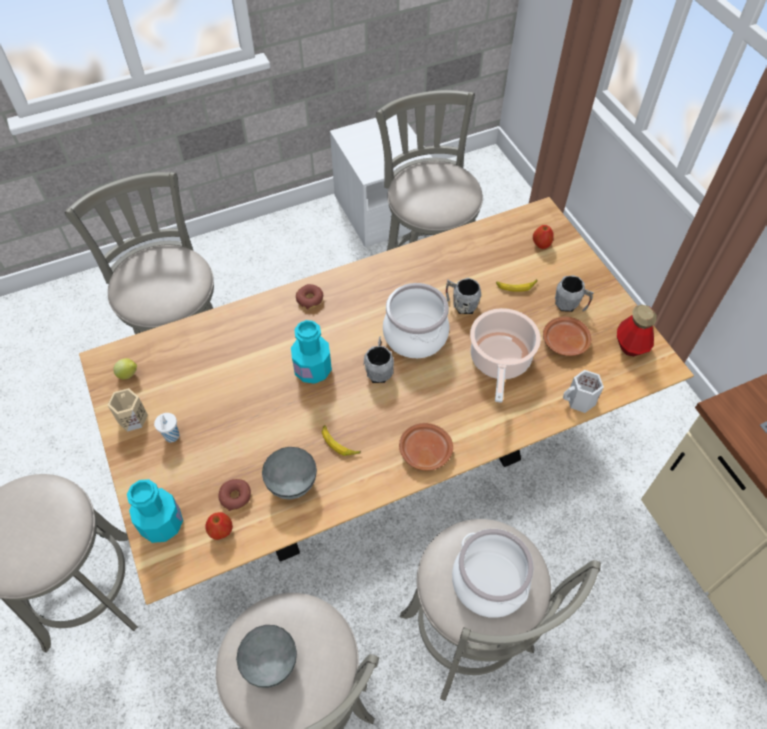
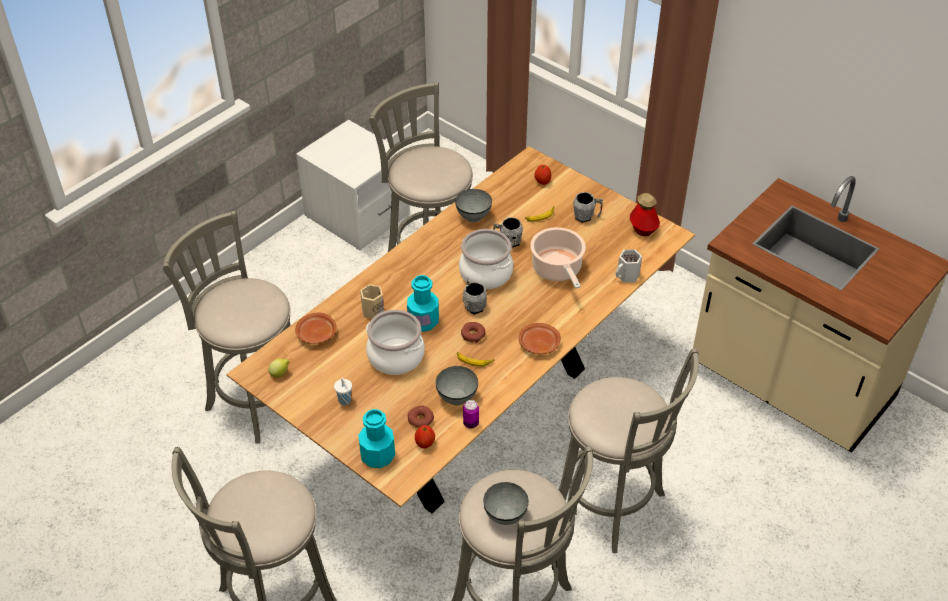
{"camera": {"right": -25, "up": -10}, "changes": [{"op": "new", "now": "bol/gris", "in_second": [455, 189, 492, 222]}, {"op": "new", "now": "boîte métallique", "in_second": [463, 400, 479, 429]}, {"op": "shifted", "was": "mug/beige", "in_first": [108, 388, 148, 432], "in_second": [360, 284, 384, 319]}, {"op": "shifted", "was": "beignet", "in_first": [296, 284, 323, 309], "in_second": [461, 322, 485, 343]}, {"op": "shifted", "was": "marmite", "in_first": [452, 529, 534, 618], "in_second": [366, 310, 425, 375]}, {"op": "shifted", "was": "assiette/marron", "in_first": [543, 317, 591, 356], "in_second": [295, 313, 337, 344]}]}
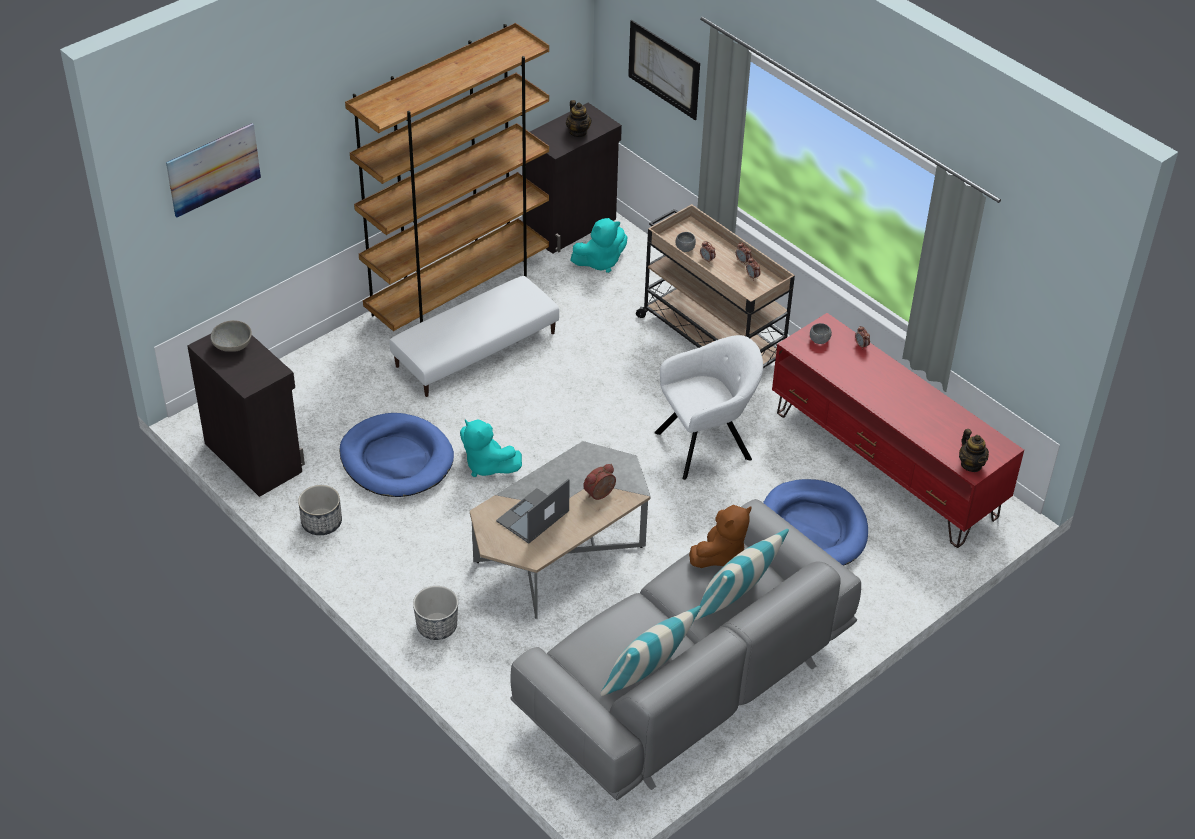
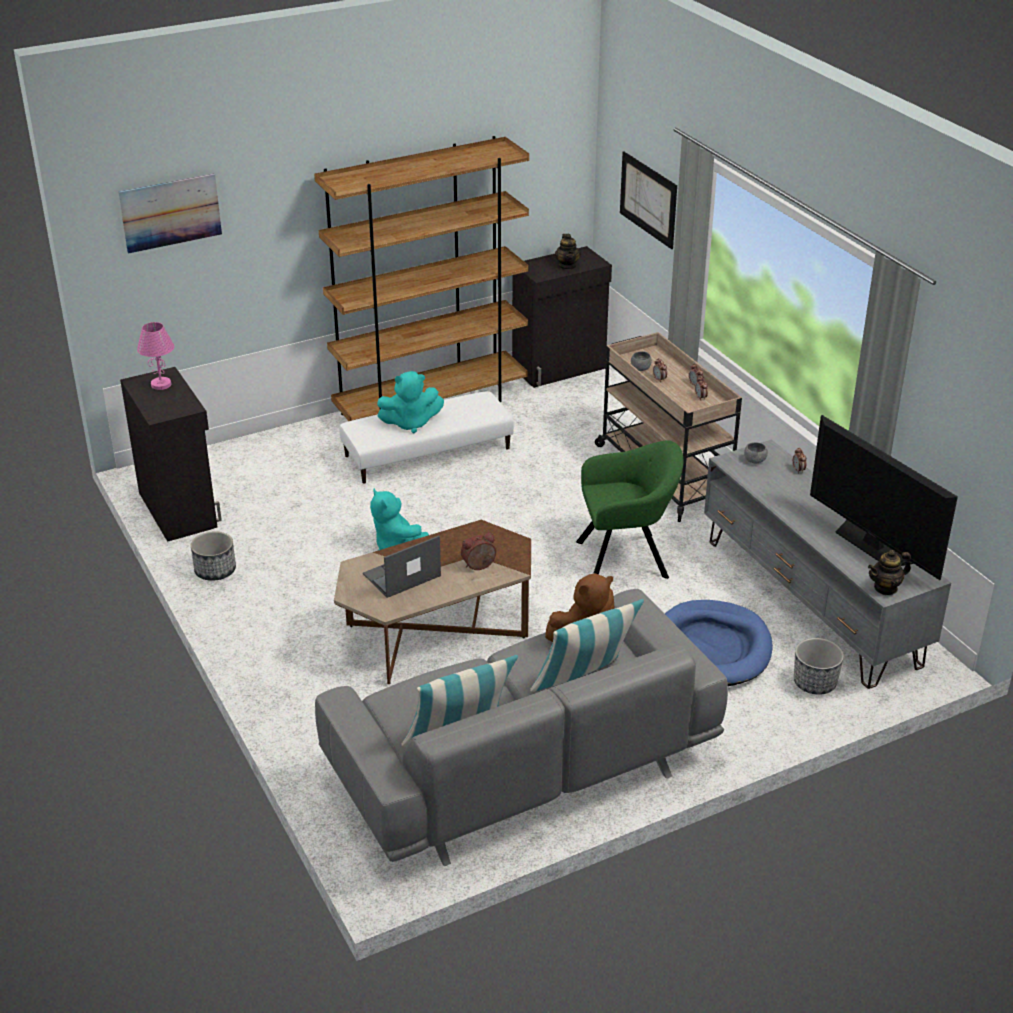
{"camera": {"right": 15, "up": -10}, "changes": [{"op": "gone", "was": "panier pour chien/bleu", "in_first": [339, 413, 454, 497]}, {"op": "new", "now": "téléviseur", "in_second": [810, 415, 958, 580]}, {"op": "shifted", "was": "cache-pot", "in_first": [413, 586, 458, 640], "in_second": [794, 638, 844, 695]}, {"op": "shifted", "was": "peluche/turquoise", "in_first": [571, 218, 627, 273], "in_second": [377, 371, 444, 433]}, {"op": "swapped", "was": "bol/gris", "now": "lampe de table/rose", "in_first": [210, 320, 252, 351], "in_second": [137, 322, 174, 390]}, {"op": "repainted", "was": "table basse/gris", "now": "table basse/marron", "in_first": [470, 441, 651, 619], "in_second": [334, 520, 531, 684]}, {"op": "repainted", "was": "fauteuil/blanc", "now": "fauteuil/vert", "in_first": [654, 335, 763, 480], "in_second": [576, 441, 683, 579]}, {"op": "repainted", "was": "meuble télé/rouge", "now": "meuble télé/gris", "in_first": [772, 313, 1024, 548], "in_second": [704, 440, 951, 689]}, {"op": "rotated", "was": "théière", "in_first": [959, 429, 989, 472], "in_second": [868, 550, 911, 595], "clockwise": 75}]}
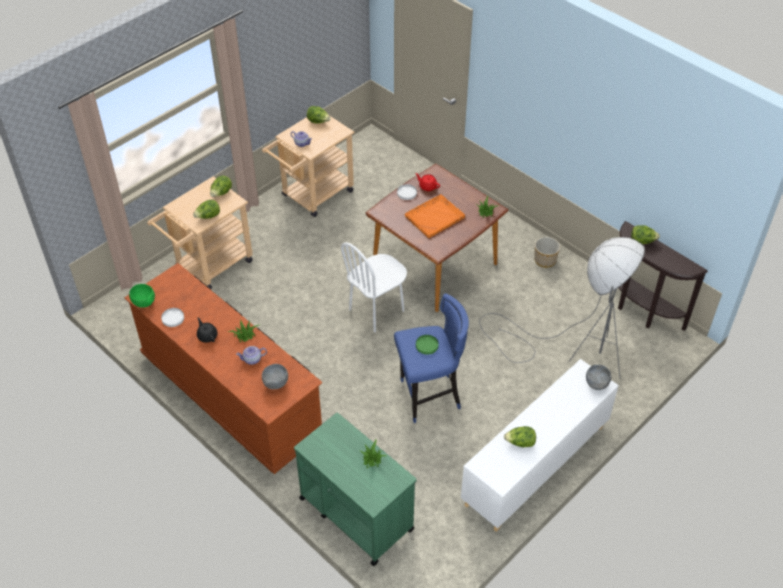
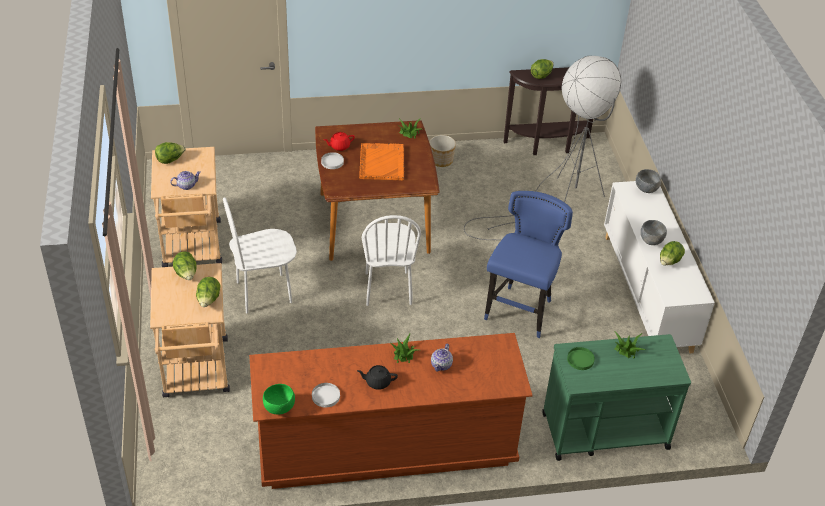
{"camera": {"right": -55, "up": -5}, "changes": [{"op": "new", "now": "chaise/blanc", "in_second": [223, 197, 297, 313]}, {"op": "shifted", "was": "bol/gris", "in_first": [262, 364, 288, 389], "in_second": [641, 220, 667, 245]}, {"op": "shifted", "was": "assiette/vert", "in_first": [416, 335, 438, 355], "in_second": [567, 347, 595, 370]}]}
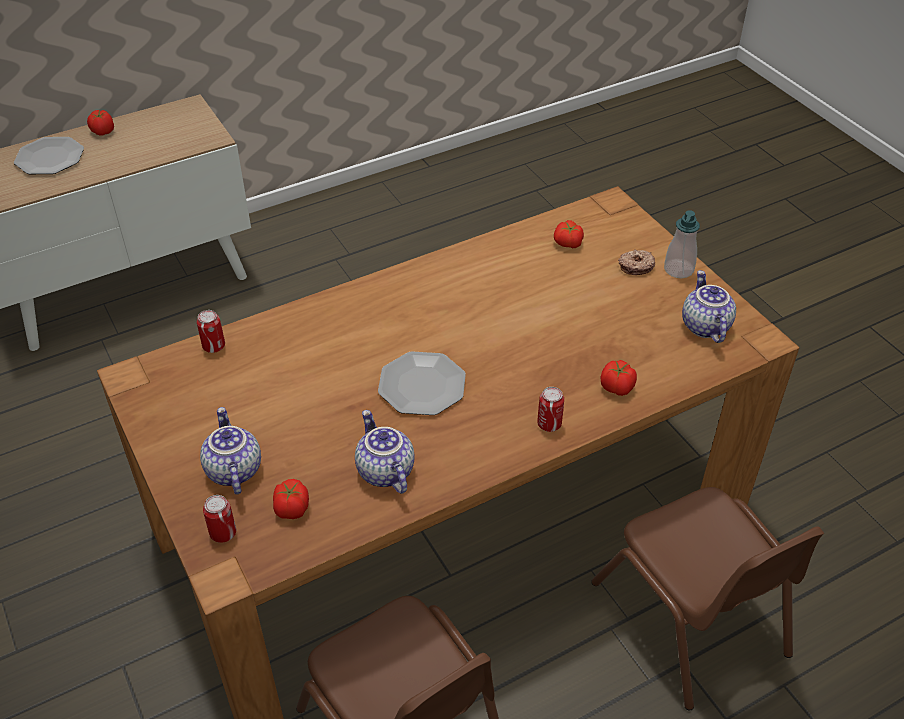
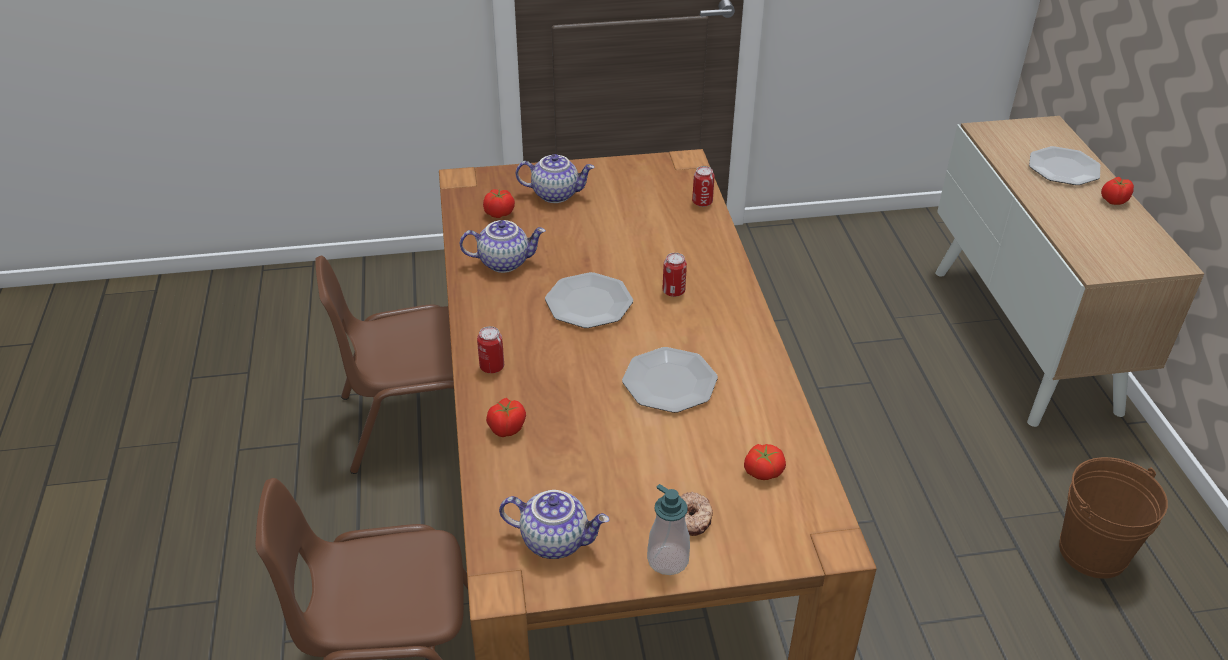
{"camera": {"right": 110, "up": -5}, "changes": [{"op": "new", "now": "assiette", "in_second": [622, 347, 718, 413]}, {"op": "new", "now": "seau/marron", "in_second": [1059, 457, 1168, 579]}, {"op": "shifted", "was": "boîte métallique", "in_first": [203, 495, 236, 543], "in_second": [662, 253, 687, 297]}]}
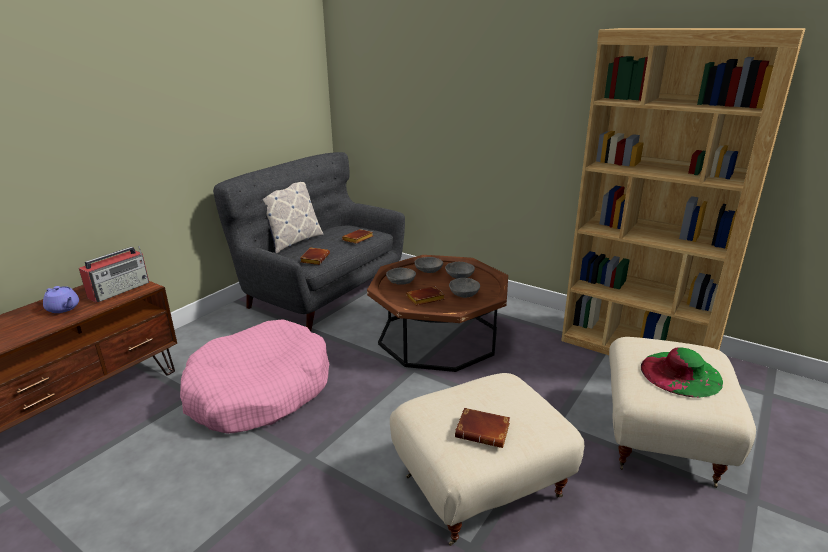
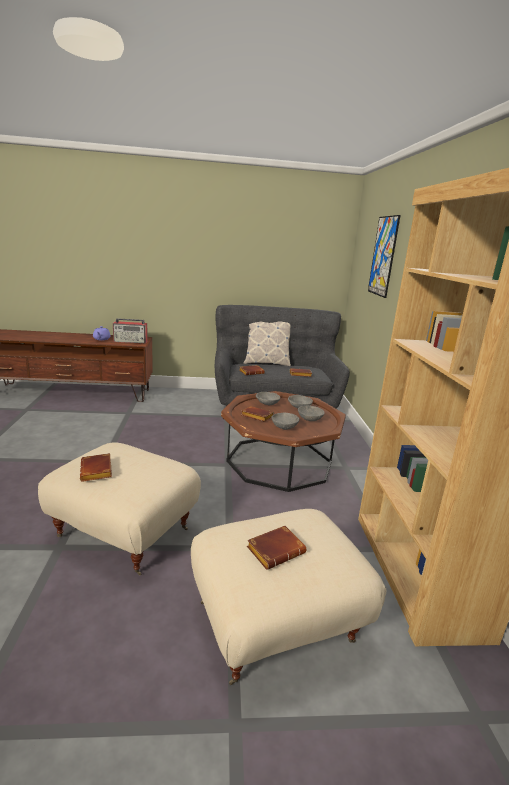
{"camera": {"right": 50, "up": -5}, "changes": [{"op": "gone", "was": "panier pour chien/rose", "in_first": [180, 319, 329, 434]}, {"op": "new", "now": "tableau", "in_second": [368, 215, 401, 298]}, {"op": "swapped", "was": "chapeau/vert", "now": "livre/marron", "in_first": [641, 347, 723, 398], "in_second": [247, 526, 306, 570]}]}
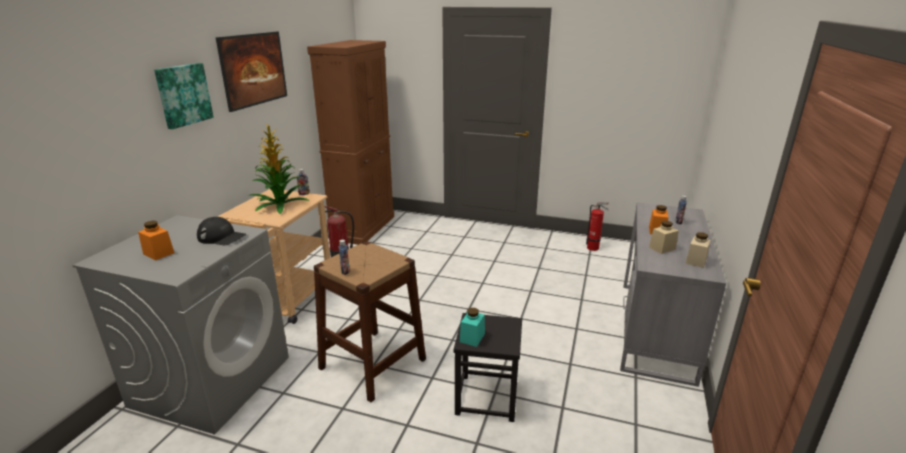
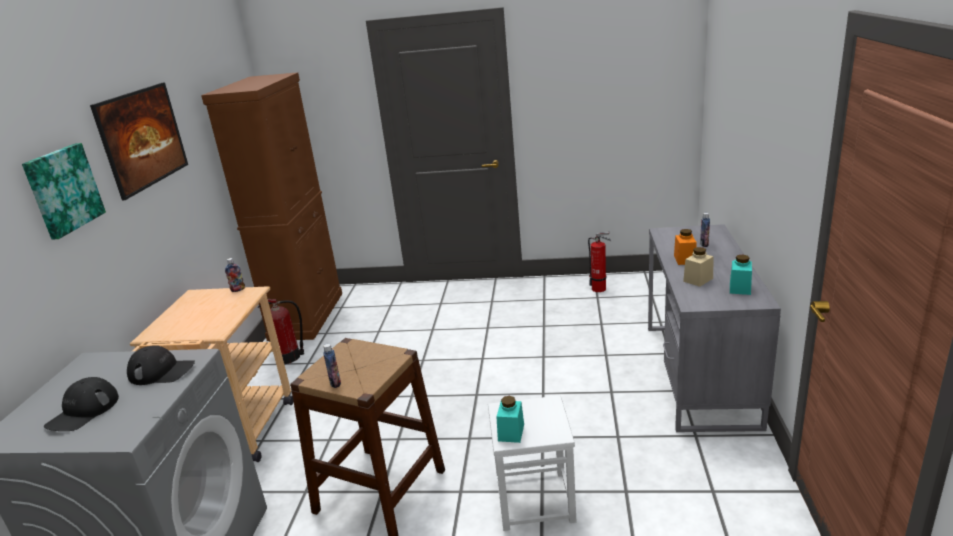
{"camera": {"right": -10, "up": 0}, "changes": [{"op": "gone", "was": "plante en pot", "in_first": [248, 124, 310, 214]}, {"op": "swapped", "was": "bocal/orange", "now": "casquette/noir", "in_first": [138, 221, 174, 260], "in_second": [44, 377, 119, 431]}, {"op": "repainted", "was": "tabouret/noir", "now": "tabouret/blanc", "in_first": [454, 313, 522, 422], "in_second": [488, 396, 577, 531]}, {"op": "repainted", "was": "bocal/beige", "now": "bocal/turquoise", "in_first": [685, 232, 710, 268], "in_second": [730, 255, 752, 295]}]}
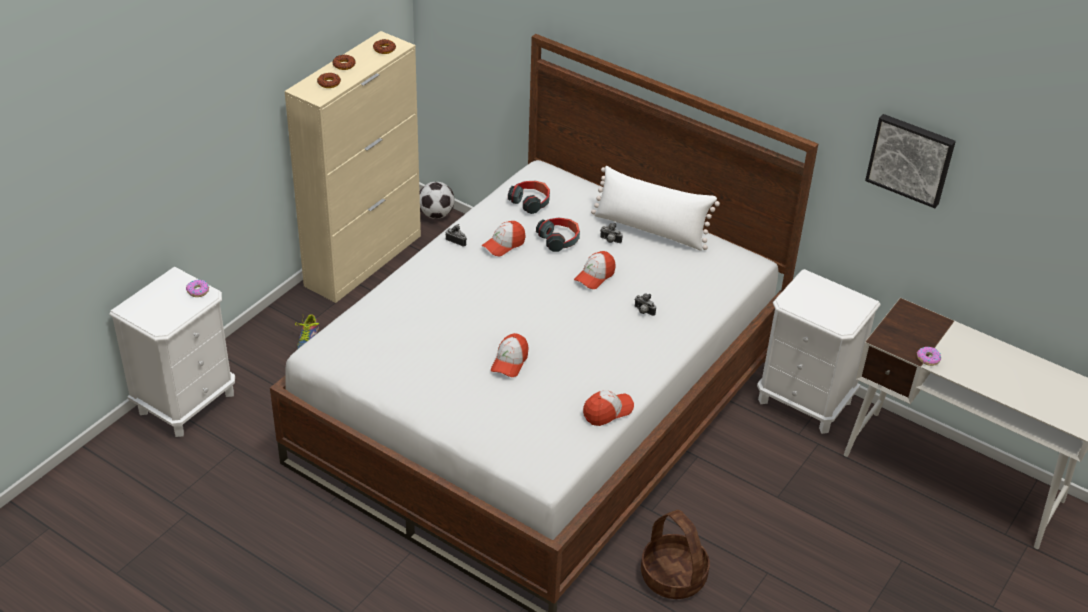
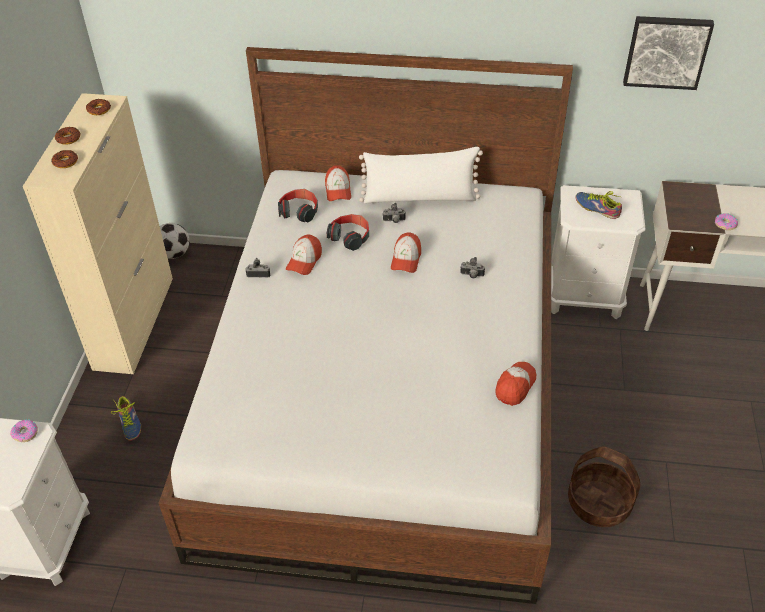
{"camera": {"right": -25, "up": 5}, "changes": [{"op": "new", "now": "chaussure", "in_second": [576, 191, 622, 219]}, {"op": "shifted", "was": "casquette", "in_first": [491, 333, 529, 377], "in_second": [325, 165, 351, 201]}]}
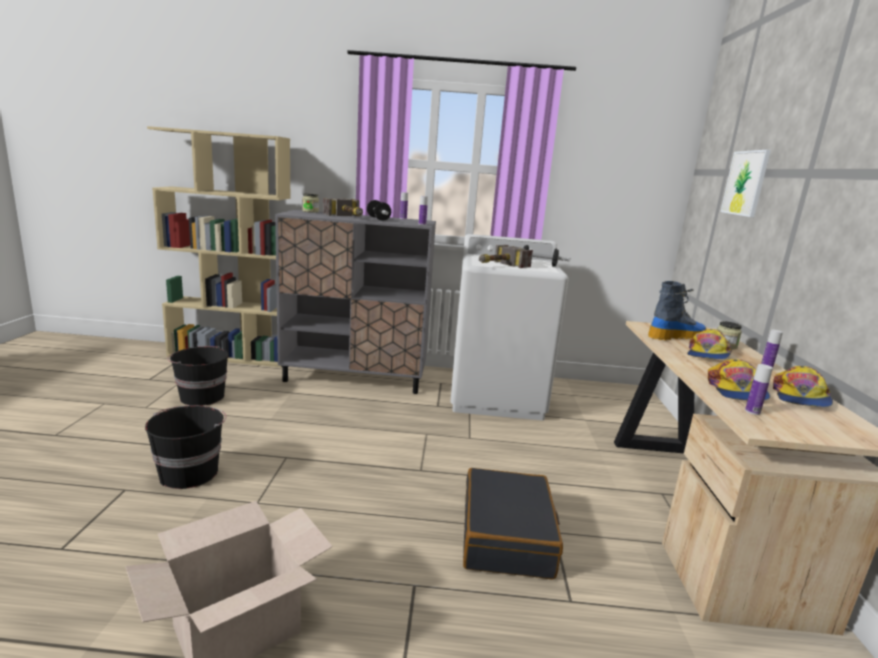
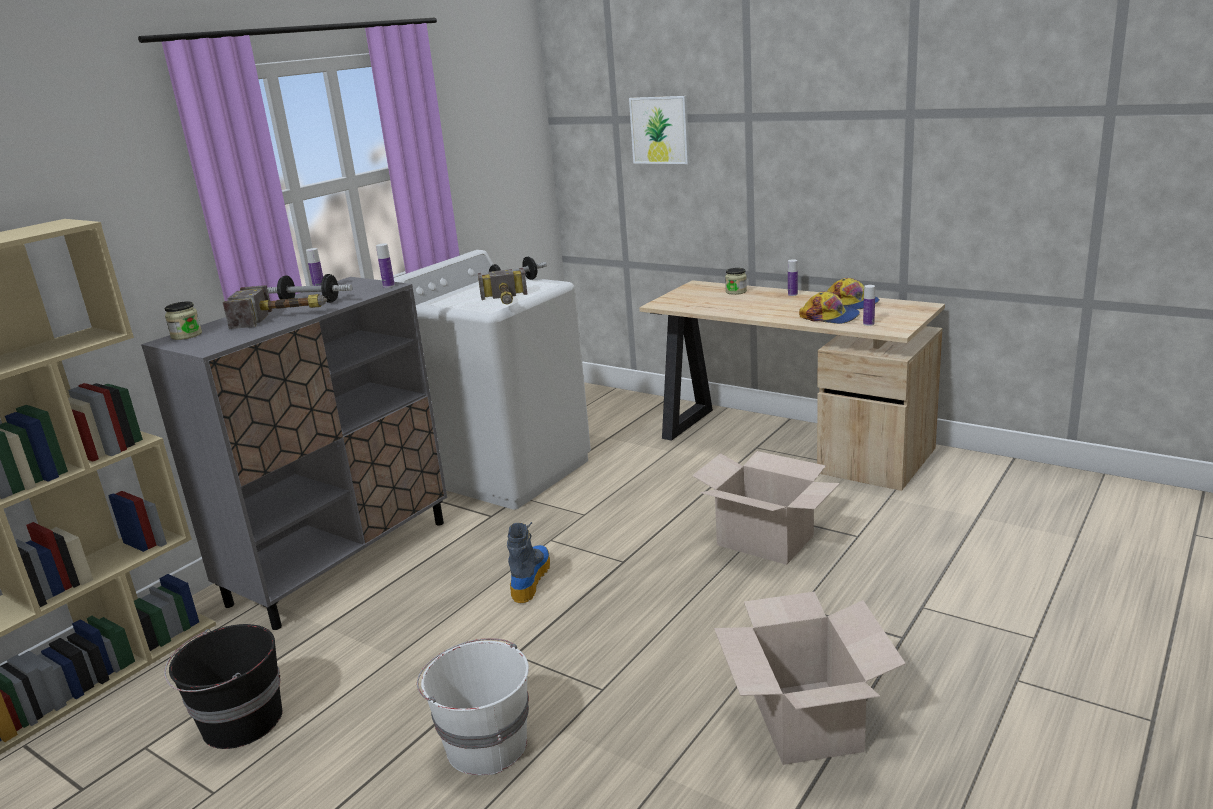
{"camera": {"right": -55, "up": 5}, "changes": [{"op": "gone", "was": "casquette", "in_first": [687, 329, 732, 359]}, {"op": "shifted", "was": "botte", "in_first": [648, 281, 707, 340], "in_second": [507, 522, 550, 603]}, {"op": "swapped", "was": "valise/noir", "now": "carton", "in_first": [463, 468, 563, 580], "in_second": [692, 451, 840, 565]}, {"op": "repainted", "was": "seau/noir", "now": "seau/blanc", "in_first": [145, 405, 226, 489], "in_second": [417, 638, 529, 775]}]}
